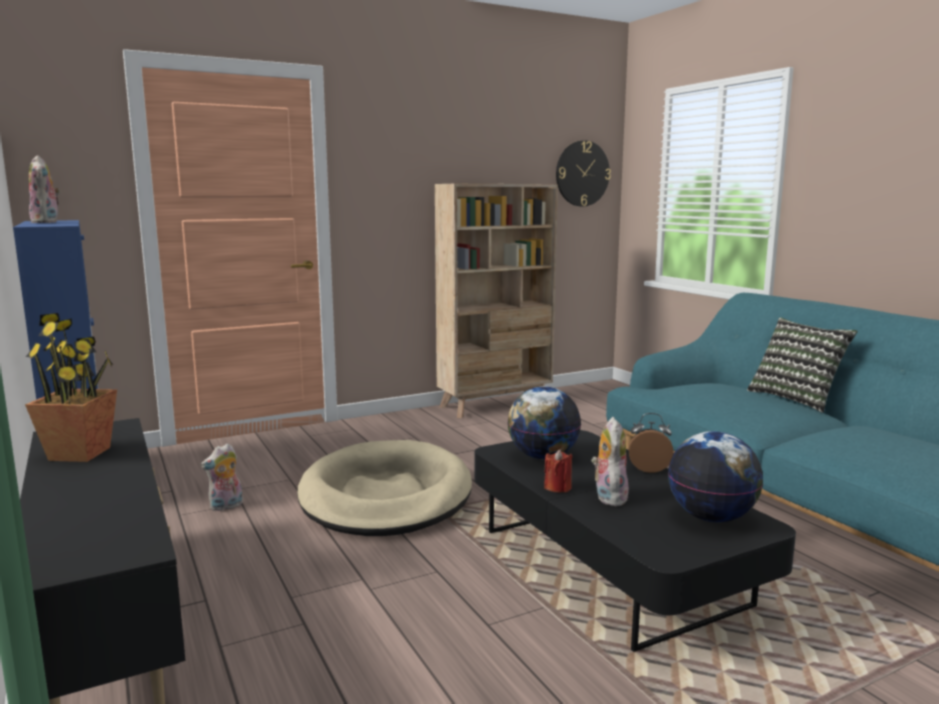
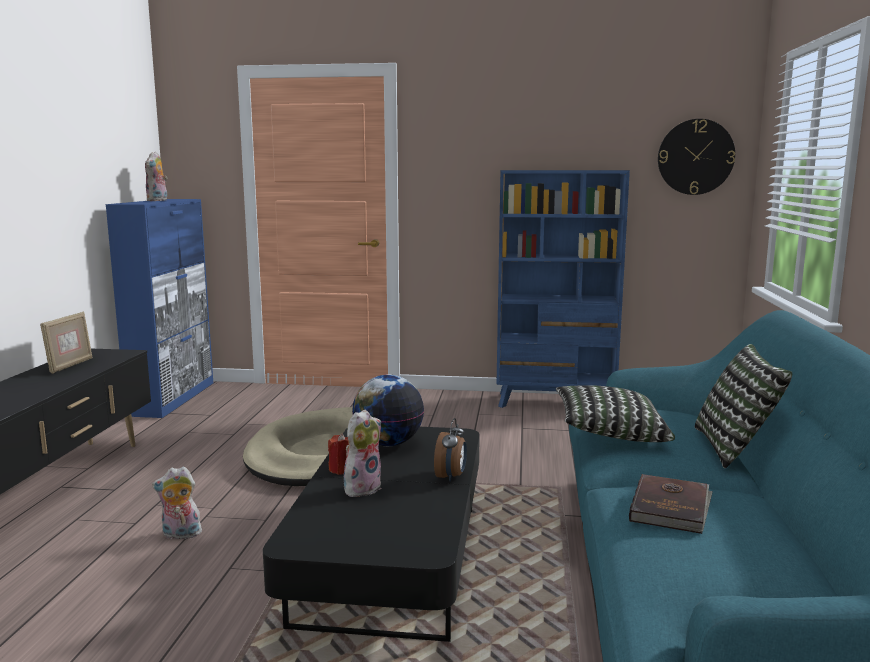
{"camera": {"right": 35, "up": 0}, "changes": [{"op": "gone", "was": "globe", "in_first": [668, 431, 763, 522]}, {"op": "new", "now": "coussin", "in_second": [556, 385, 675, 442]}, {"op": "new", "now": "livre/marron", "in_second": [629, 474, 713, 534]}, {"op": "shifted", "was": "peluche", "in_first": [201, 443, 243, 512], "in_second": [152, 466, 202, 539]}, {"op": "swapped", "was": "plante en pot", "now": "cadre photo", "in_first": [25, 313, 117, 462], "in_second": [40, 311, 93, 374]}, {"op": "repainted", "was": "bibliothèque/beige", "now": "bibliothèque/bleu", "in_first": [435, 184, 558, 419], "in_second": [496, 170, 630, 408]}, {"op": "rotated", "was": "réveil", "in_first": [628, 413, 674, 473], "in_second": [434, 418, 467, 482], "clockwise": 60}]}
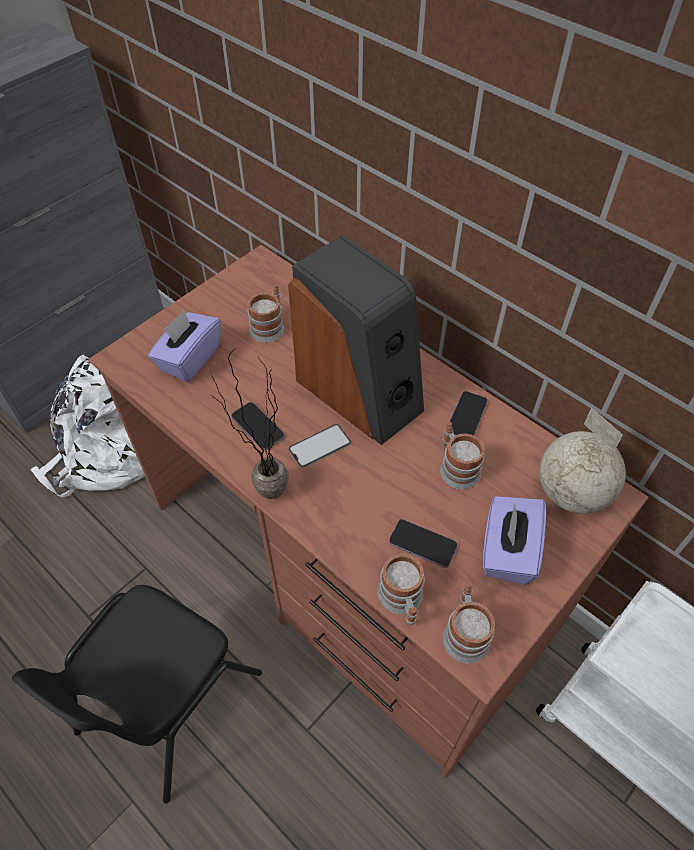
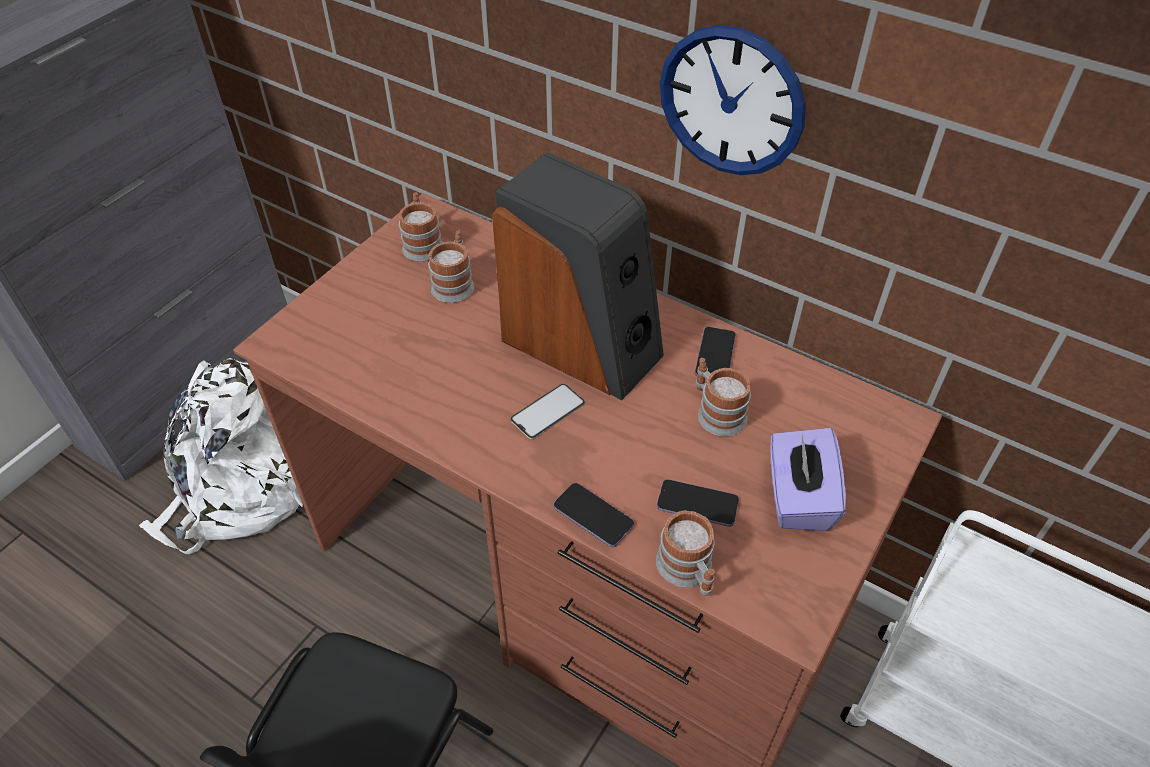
{"camera": {"right": -10, "up": -5}, "changes": [{"op": "gone", "was": "boîte à mouchoirs/violet", "in_first": [148, 310, 221, 382]}, {"op": "gone", "was": "plante en pot", "in_first": [210, 348, 289, 499]}, {"op": "gone", "was": "globe", "in_first": [539, 407, 626, 514]}, {"op": "new", "now": "horloge murale", "in_second": [660, 25, 806, 175]}, {"op": "shifted", "was": "téléphone", "in_first": [231, 402, 285, 450], "in_second": [553, 483, 634, 547]}, {"op": "shifted", "was": "mug", "in_first": [443, 582, 495, 663], "in_second": [399, 192, 443, 262]}]}
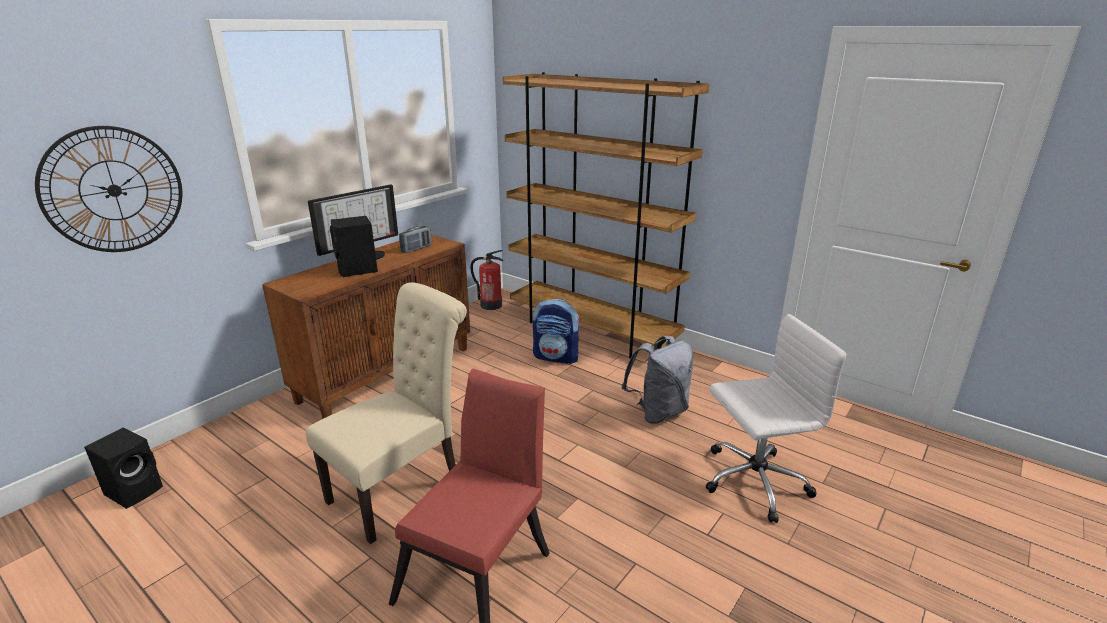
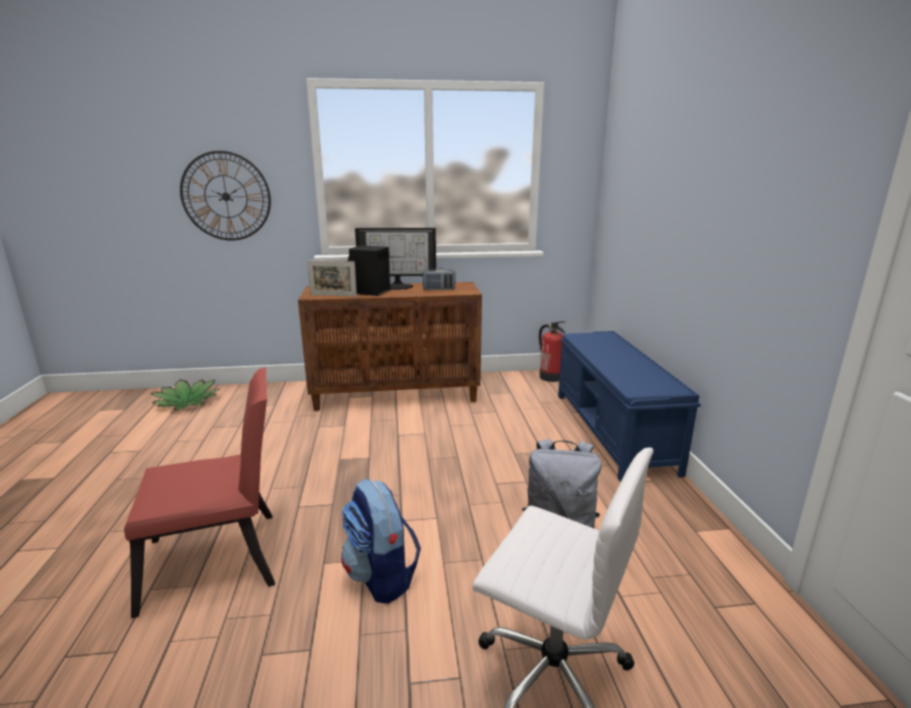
{"camera": {"right": 45, "up": -5}, "changes": [{"op": "gone", "was": "chaise/beige", "in_first": [305, 282, 467, 544]}, {"op": "new", "now": "cadre photo", "in_second": [307, 260, 357, 297]}, {"op": "shifted", "was": "sac à dos", "in_first": [533, 299, 581, 364], "in_second": [341, 479, 421, 604]}, {"op": "swapped", "was": "enceinte/noir", "now": "plante en pot", "in_first": [84, 427, 163, 509], "in_second": [150, 380, 220, 410]}, {"op": "swapped", "was": "bibliothèque/marron", "now": "banc/bleu", "in_first": [503, 72, 709, 359], "in_second": [558, 331, 701, 482]}]}
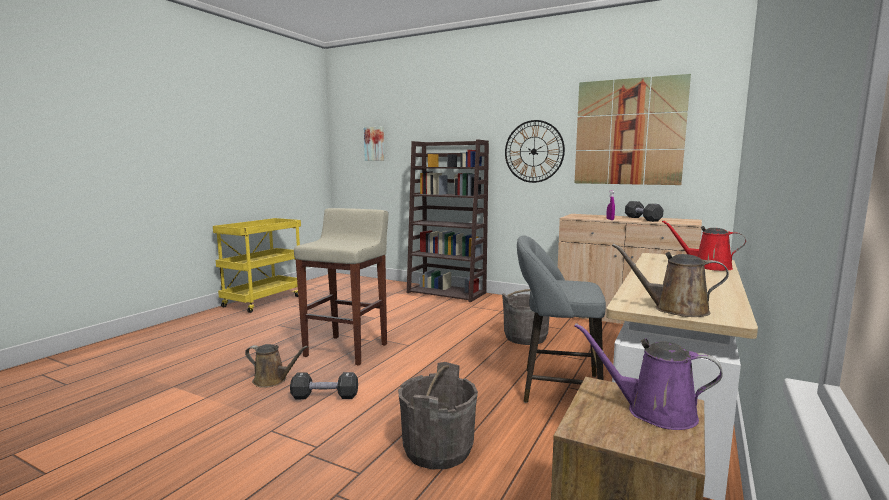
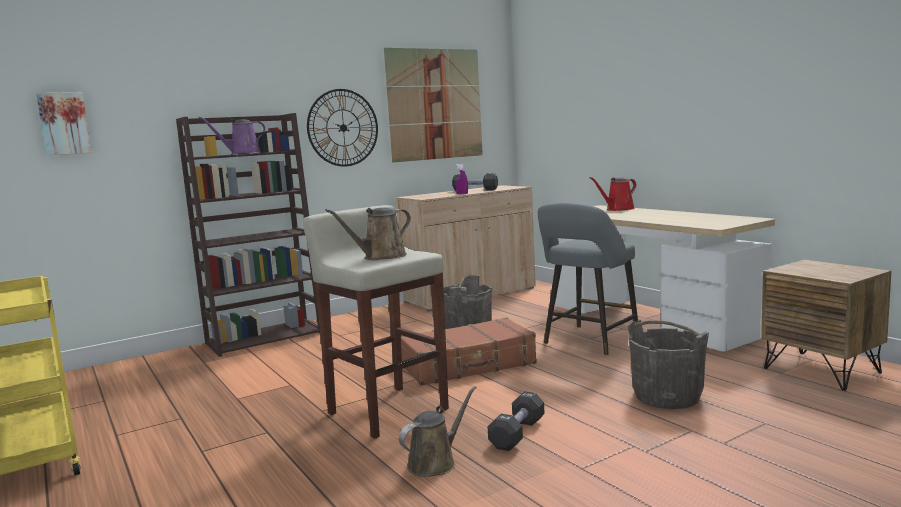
{"camera": {"right": -60, "up": 0}, "changes": [{"op": "new", "now": "valise/marron", "in_second": [401, 317, 537, 386]}, {"op": "shifted", "was": "arrosoir/violet", "in_first": [574, 323, 723, 430], "in_second": [198, 117, 265, 154]}, {"op": "shifted", "was": "arrosoir/marron", "in_first": [612, 244, 729, 317], "in_second": [325, 208, 411, 260]}]}
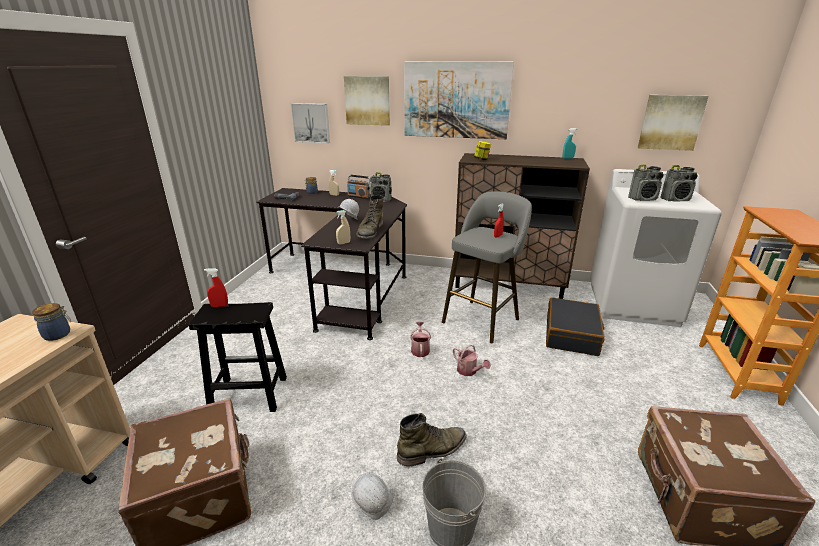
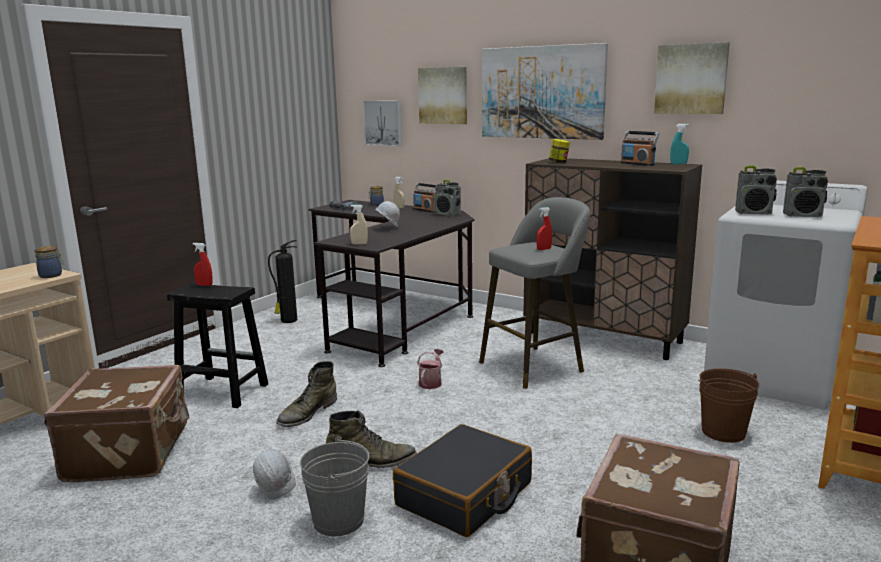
{"camera": {"right": 20, "up": -10}, "changes": [{"op": "gone", "was": "arrosoir", "in_first": [453, 344, 491, 376]}, {"op": "new", "now": "extincteur", "in_second": [268, 240, 297, 323]}, {"op": "new", "now": "radio", "in_second": [620, 131, 659, 166]}, {"op": "new", "now": "seau/marron", "in_second": [698, 368, 759, 443]}, {"op": "shifted", "was": "botte/vert", "in_first": [356, 195, 384, 239], "in_second": [276, 361, 337, 427]}, {"op": "shifted", "was": "valise/noir", "in_first": [546, 298, 605, 356], "in_second": [393, 424, 532, 537]}, {"op": "shifted", "was": "tableau", "in_first": [638, 95, 709, 151], "in_second": [654, 42, 730, 114]}]}
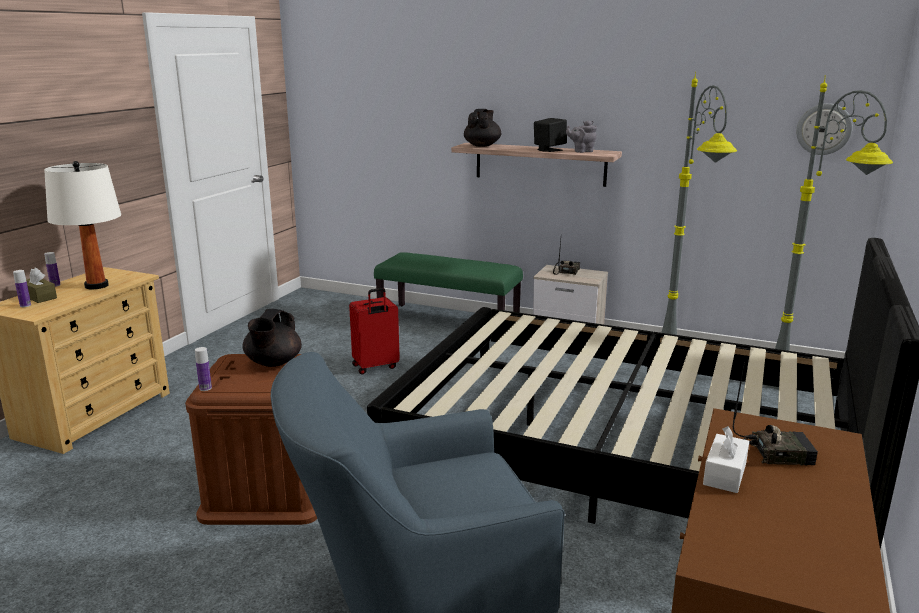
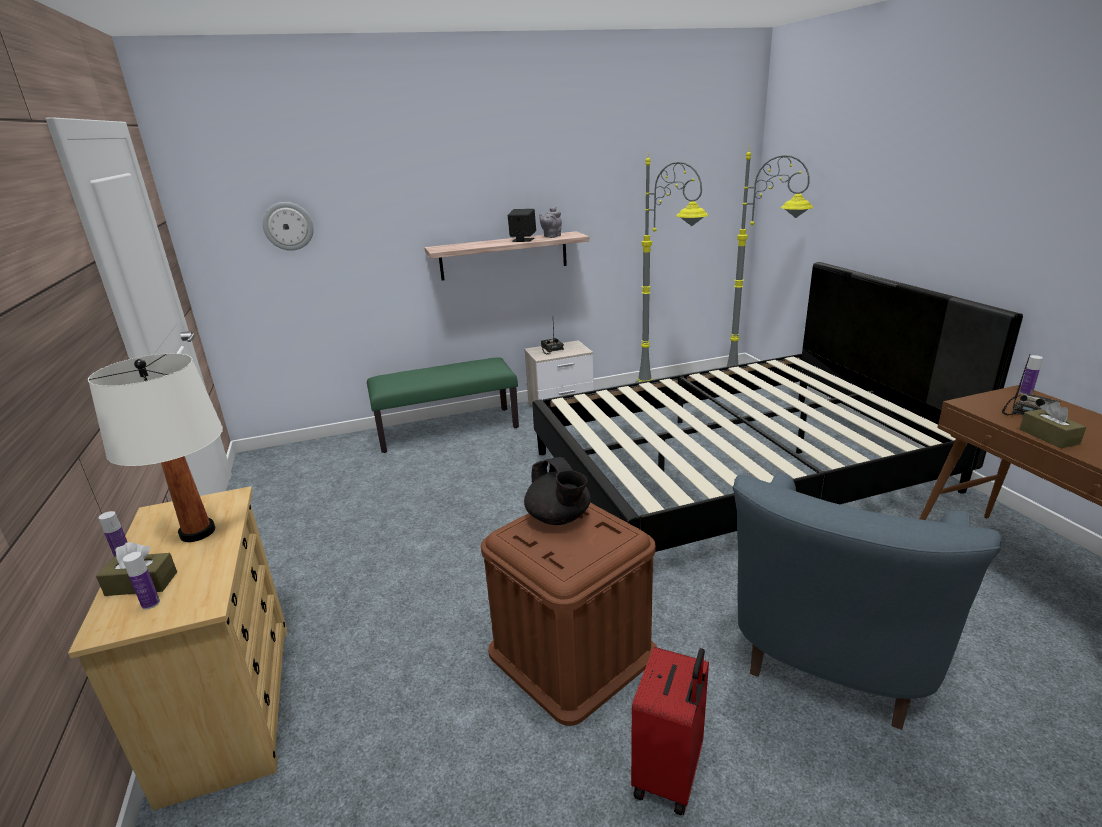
{"camera": {"right": -40, "up": 5}, "changes": [{"op": "gone", "was": "théière/noir", "in_first": [464, 109, 501, 147]}, {"op": "shifted", "was": "bouteille", "in_first": [195, 347, 212, 391], "in_second": [1020, 355, 1043, 395]}, {"op": "shifted", "was": "valise/rouge", "in_first": [349, 288, 400, 374], "in_second": [631, 647, 709, 815]}, {"op": "shifted", "was": "horloge murale", "in_first": [796, 103, 853, 155], "in_second": [263, 202, 314, 251]}, {"op": "repainted", "was": "boîte à mouchoirs/blanc", "now": "boîte à mouchoirs/marron", "in_first": [703, 426, 749, 493], "in_second": [1020, 401, 1086, 448]}]}
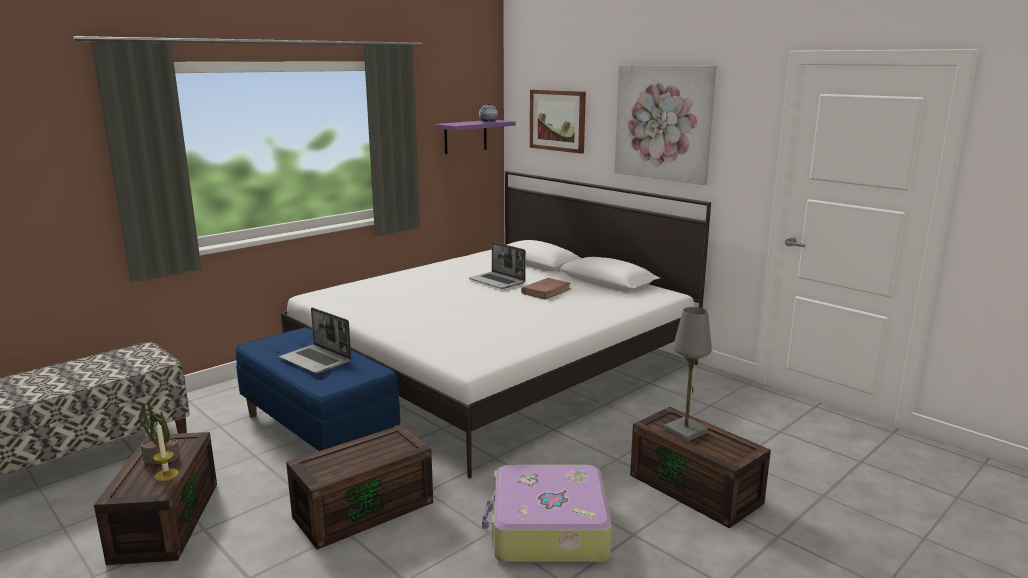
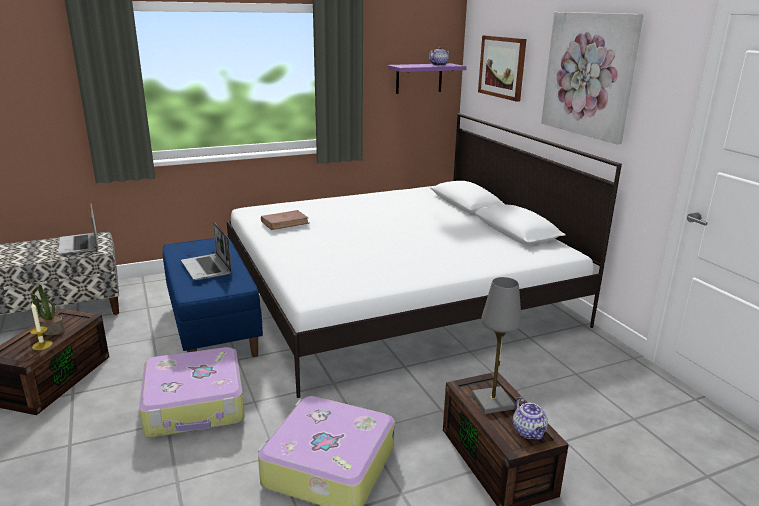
{"camera": {"right": 20, "up": 5}, "changes": [{"op": "new", "now": "théière", "in_second": [513, 397, 548, 440]}, {"op": "shifted", "was": "ordinateur portable", "in_first": [469, 242, 526, 289], "in_second": [58, 203, 98, 255]}, {"op": "shifted", "was": "livre/marron", "in_first": [521, 278, 572, 300], "in_second": [261, 210, 309, 230]}, {"op": "swapped", "was": "boîte de rangement/marron", "now": "valise", "in_first": [286, 425, 433, 550], "in_second": [139, 347, 244, 438]}]}
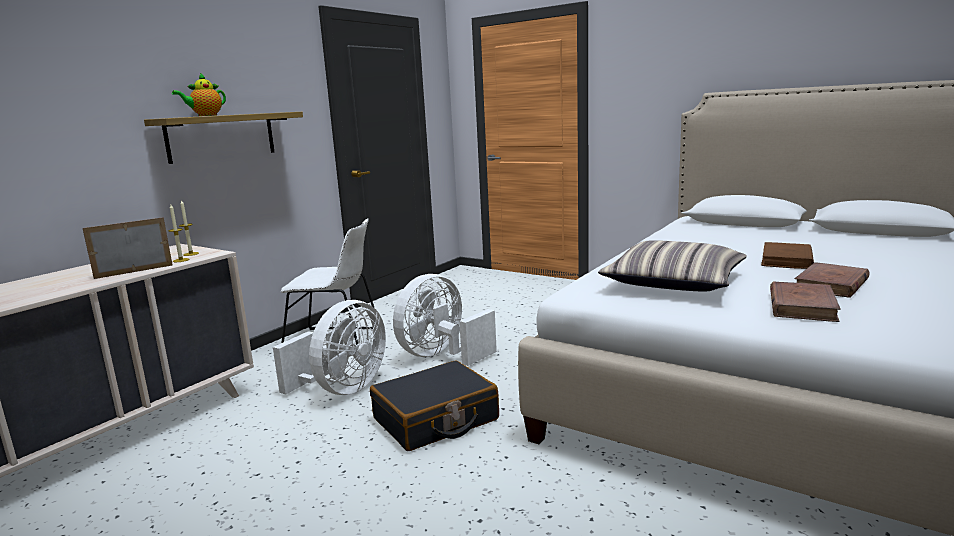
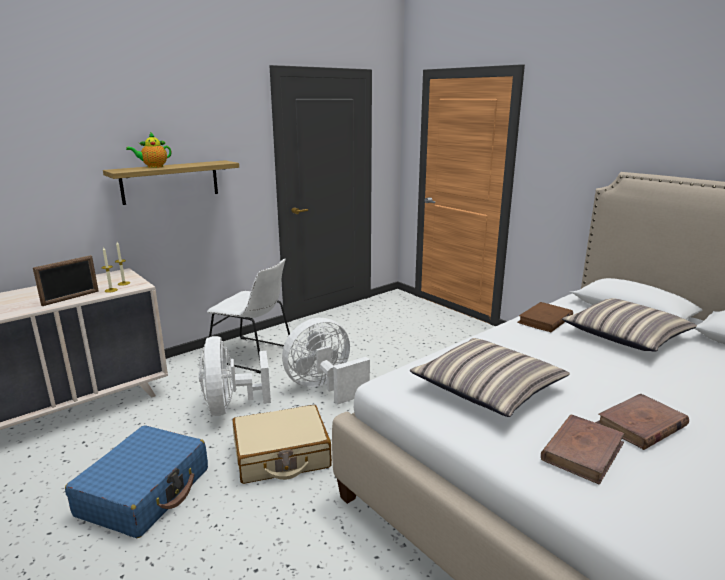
{"camera": {"right": 15, "up": 5}, "changes": [{"op": "new", "now": "valise/bleu", "in_second": [65, 425, 208, 538]}, {"op": "new", "now": "coussin", "in_second": [562, 298, 697, 351]}, {"op": "shifted", "was": "livre/marron", "in_first": [761, 242, 814, 269], "in_second": [517, 302, 573, 332]}, {"op": "repainted", "was": "valise/noir", "now": "valise/beige", "in_first": [370, 361, 499, 451], "in_second": [233, 405, 332, 484]}, {"op": "rotated", "was": "cadre photo", "in_first": [82, 217, 172, 279], "in_second": [33, 255, 99, 306], "clockwise": 150}, {"op": "rotated", "was": "ventilateur/blanc", "in_first": [273, 300, 386, 395], "in_second": [199, 336, 271, 416], "clockwise": 120}]}
